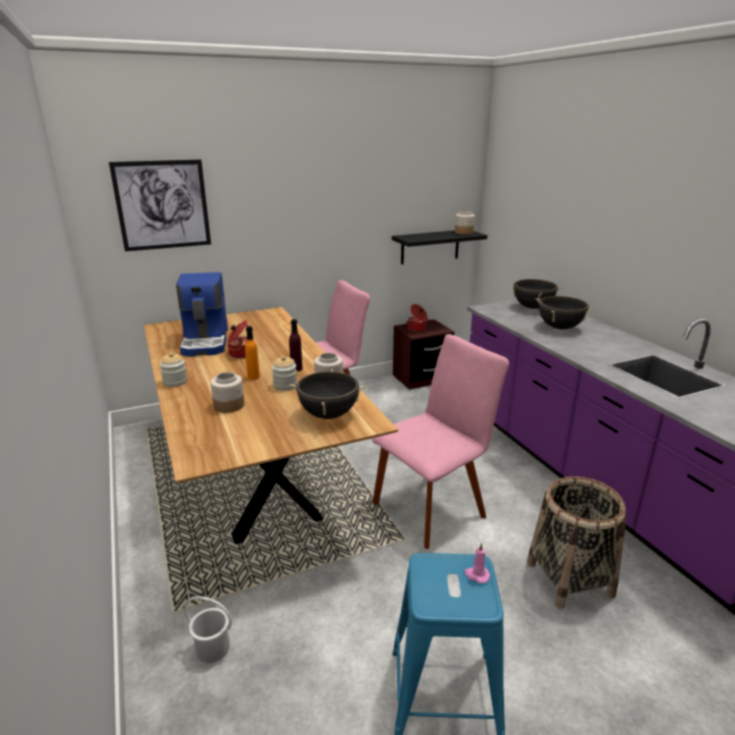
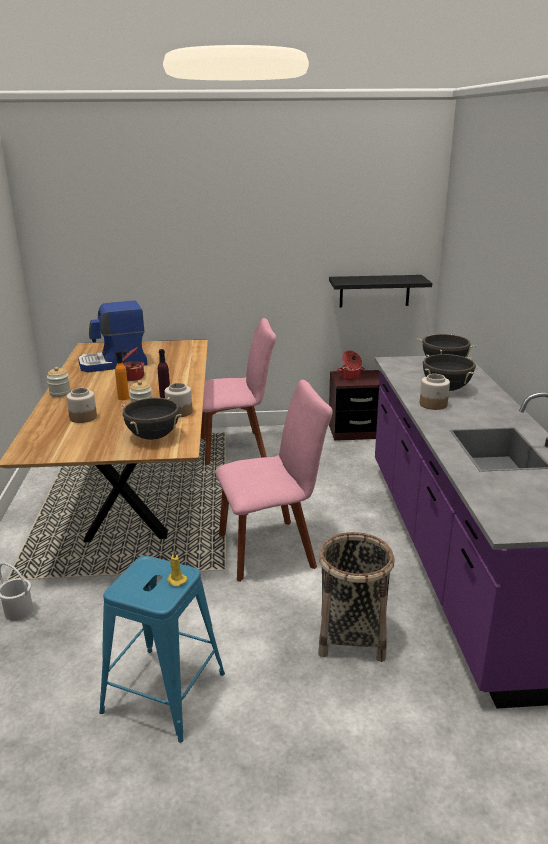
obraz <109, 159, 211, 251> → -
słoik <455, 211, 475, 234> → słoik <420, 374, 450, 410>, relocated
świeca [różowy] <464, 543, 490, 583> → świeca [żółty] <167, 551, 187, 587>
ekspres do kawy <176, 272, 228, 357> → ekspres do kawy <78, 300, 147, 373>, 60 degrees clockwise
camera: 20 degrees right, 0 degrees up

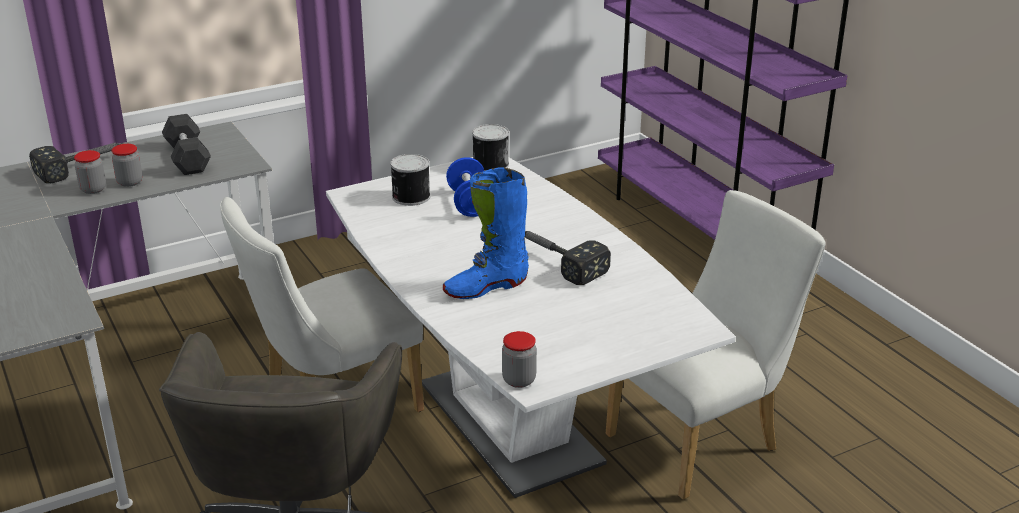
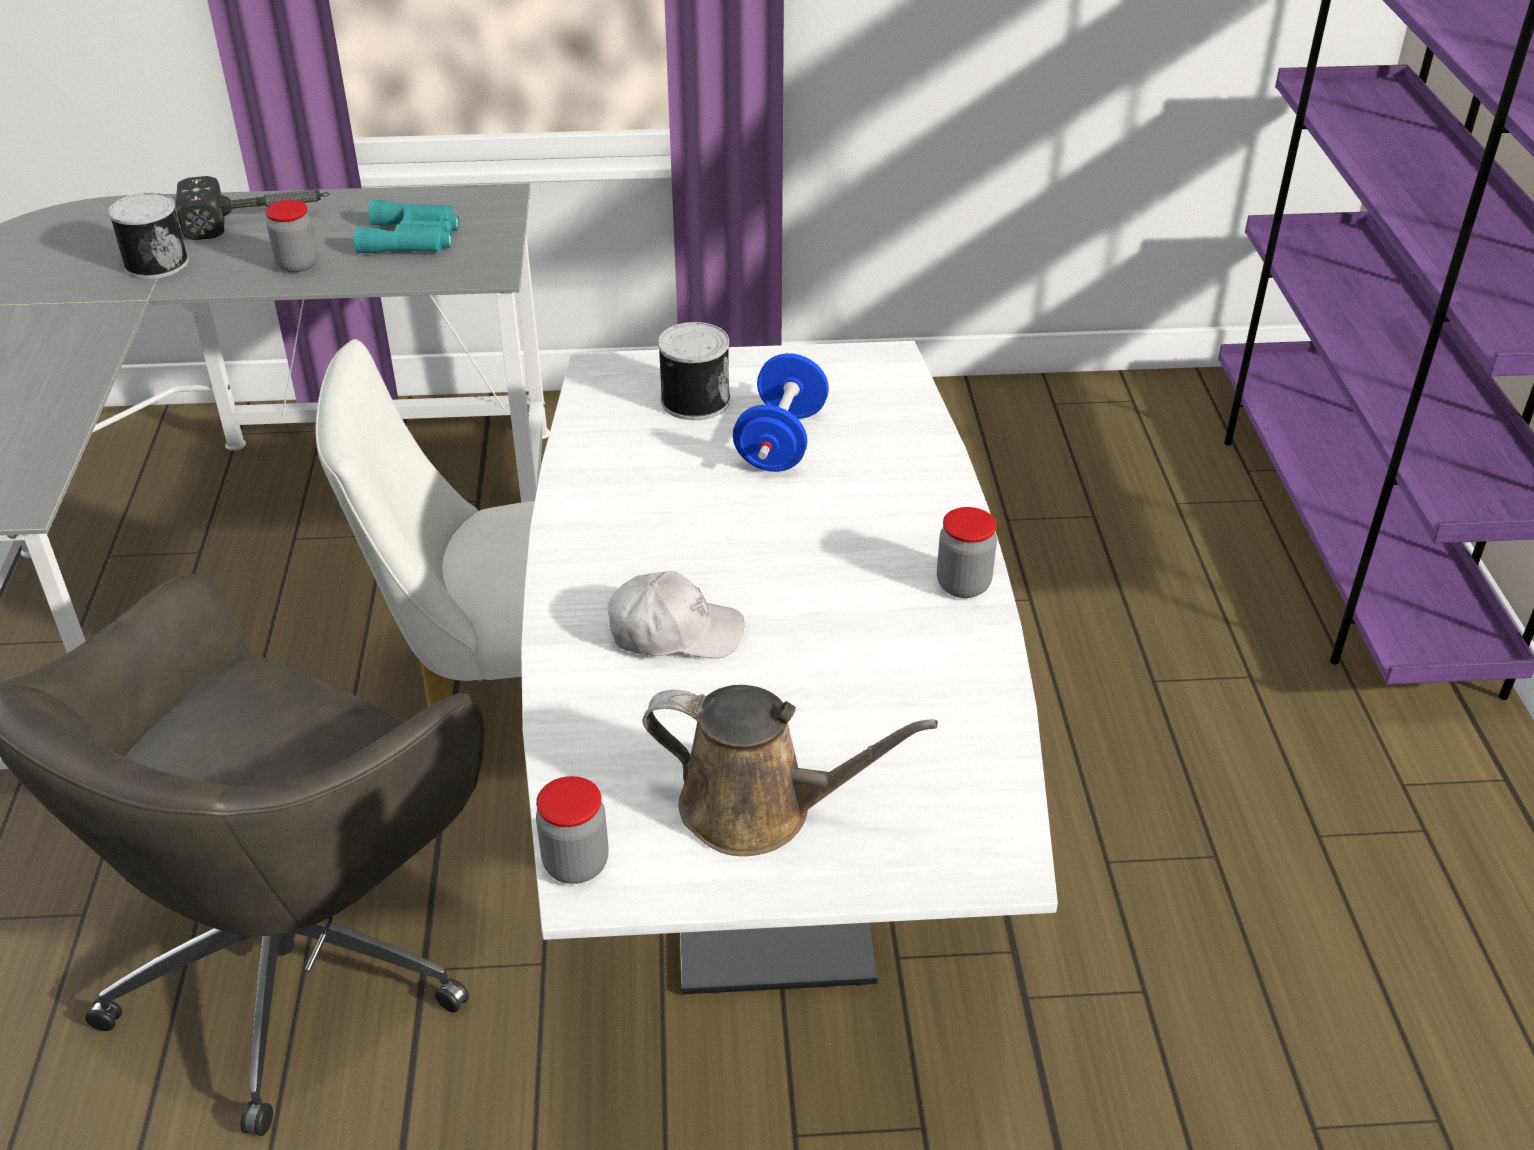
młotek <525, 231, 611, 285> → -
krzesło [biały] <606, 190, 825, 500> → -
- → konewka [brązowy] <642, 685, 938, 856>
słoik <74, 150, 106, 194> → słoik <937, 507, 997, 598>, relocated
puszka <472, 124, 509, 171> → puszka <108, 192, 189, 279>, relocated
hantel [szary] <162, 114, 211, 175> → lornetka [turkusowy] <354, 200, 460, 253>
but z cholewką [niebieski] <443, 167, 529, 299> → czapka z daszkiem [biały] <608, 571, 744, 659>
camera: 25 degrees right, 10 degrees up

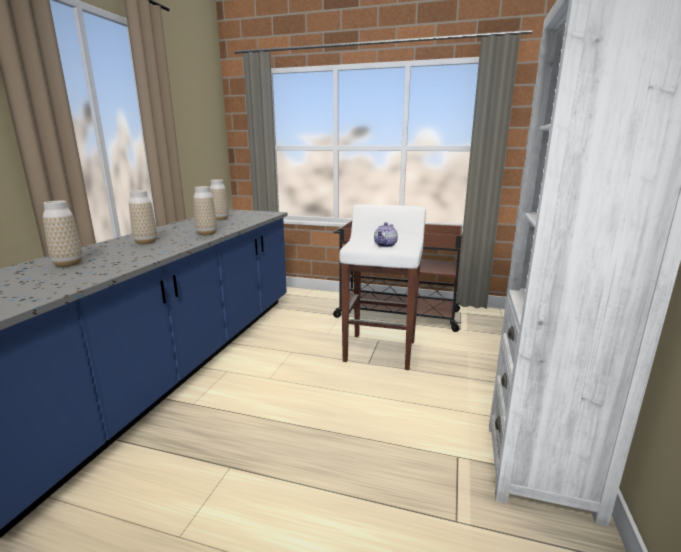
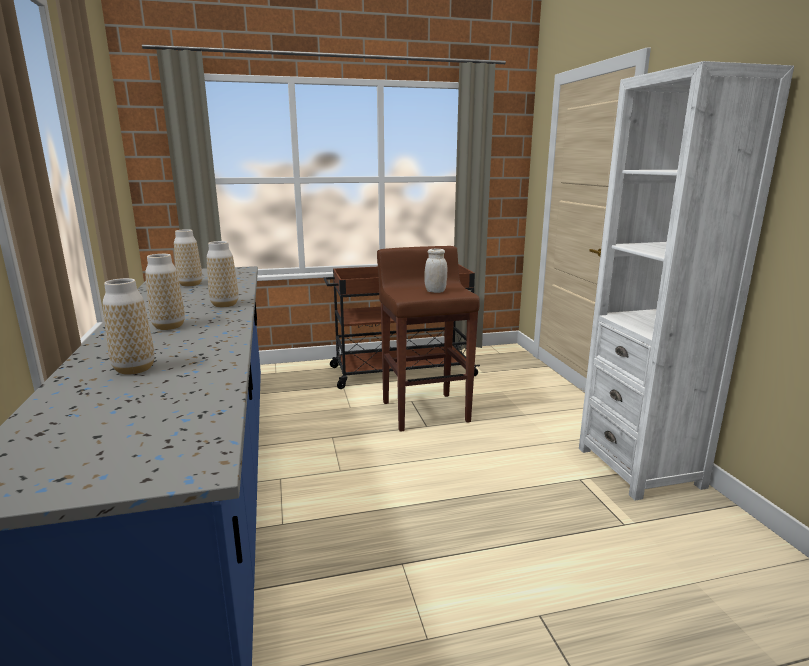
imbryk <374, 222, 398, 247> → słoik [biały] <424, 249, 447, 293>
stołek [biały] <339, 204, 426, 370> → stołek [brązowy] <377, 246, 480, 432>
camera: 30 degrees left, 0 degrees up

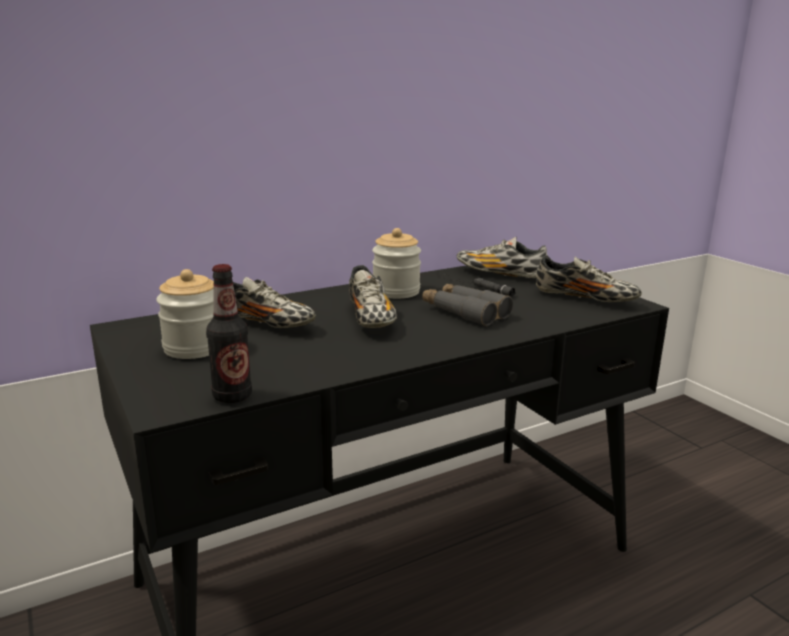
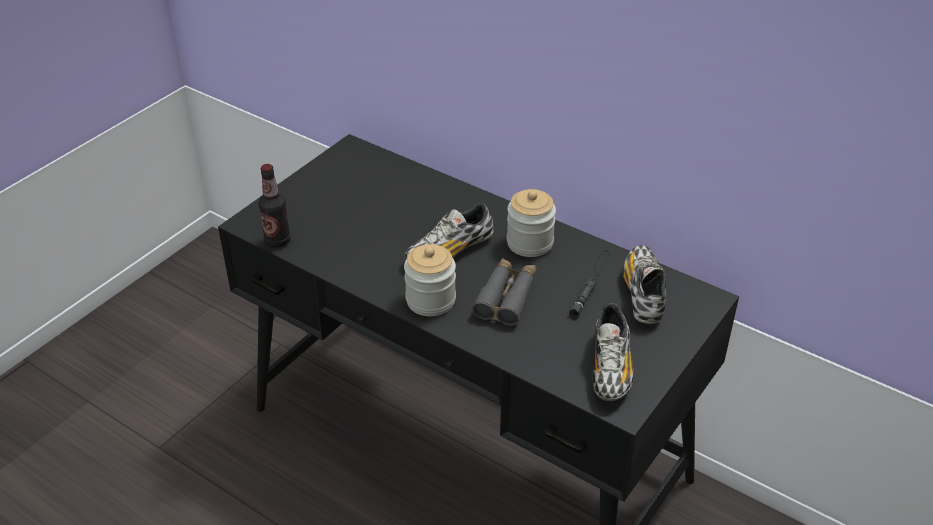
but <233, 277, 316, 328> → -
słoik <156, 269, 214, 359> → słoik <404, 244, 456, 316>, relocated
camera: 65 degrees right, 20 degrees up

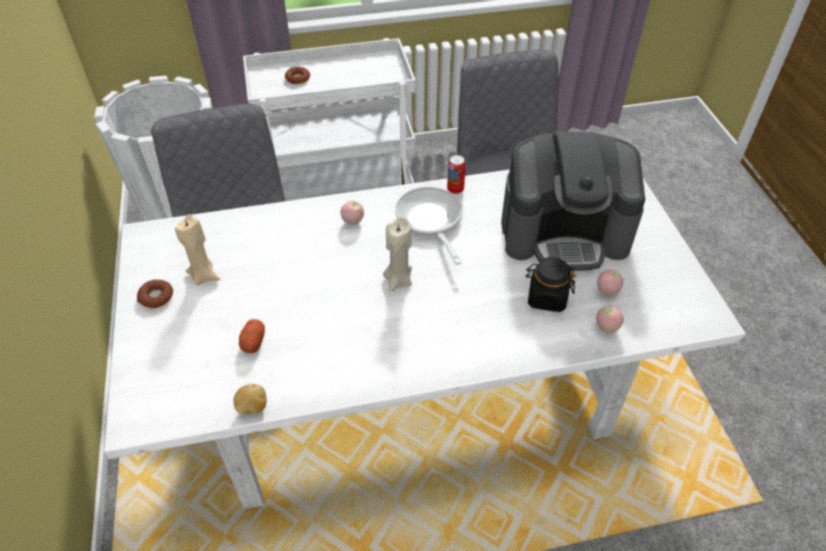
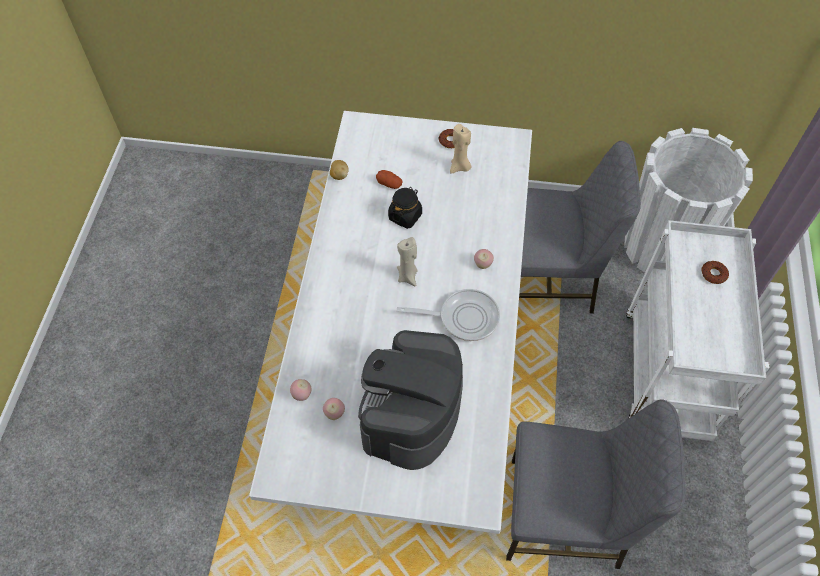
puszka <447, 155, 466, 194> → -
słoik [czarny] <526, 257, 576, 312> → słoik [czarny] <388, 187, 422, 229>, relocated
camera: 110 degrees right, 10 degrees up

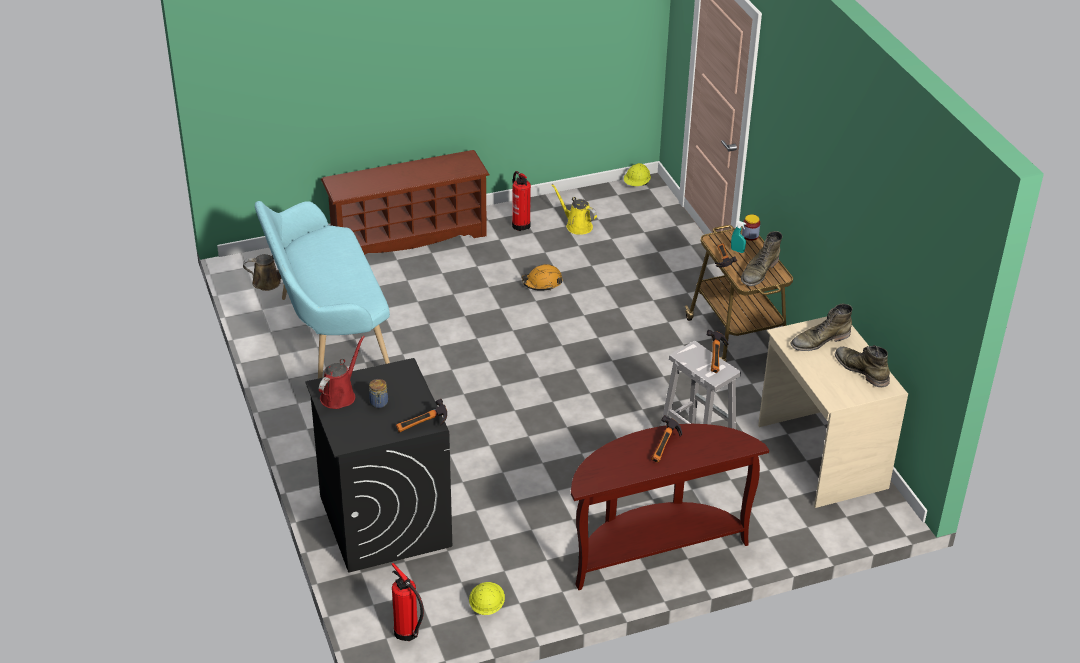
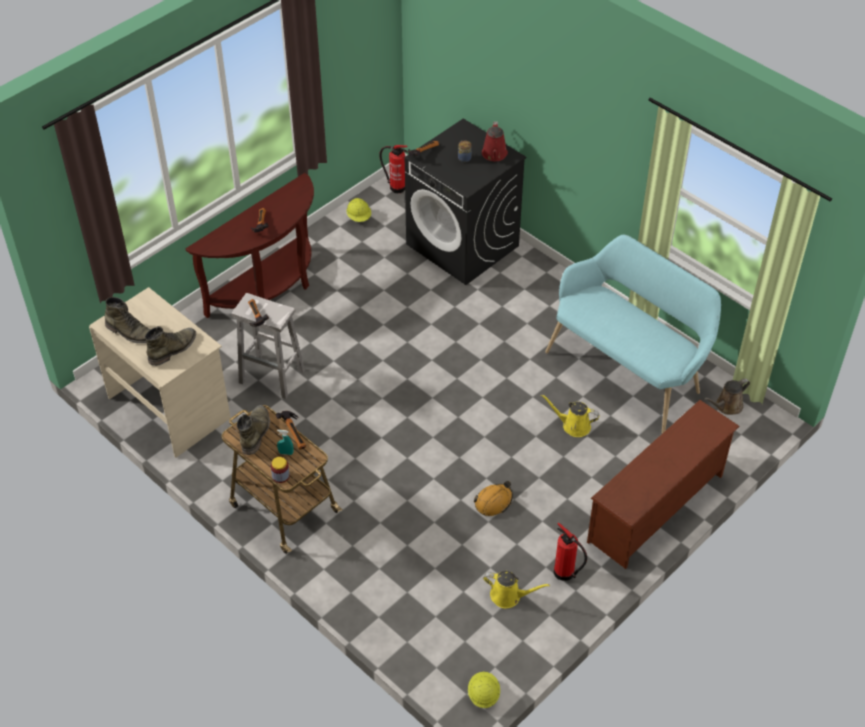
- → konewka [żółty] <541, 394, 600, 437>
camera: 155 degrees right, 10 degrees up

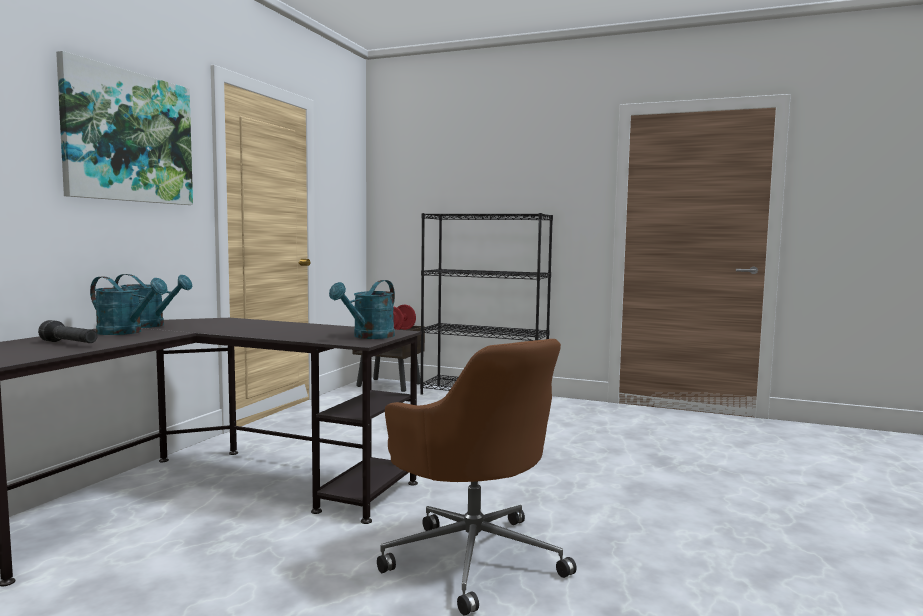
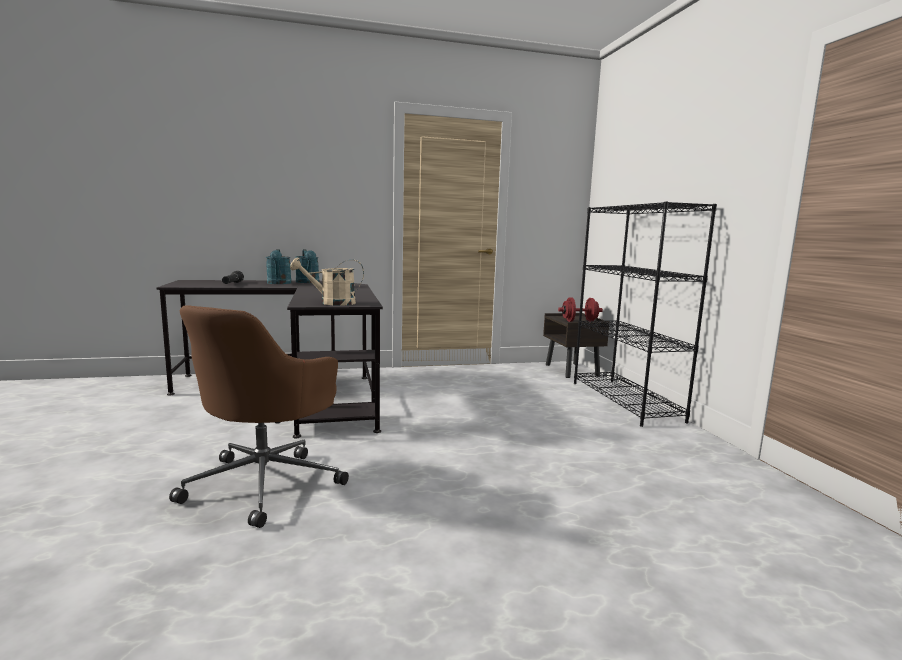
obraz <56, 51, 193, 205> → -
konewka [turkusowy] <329, 280, 395, 339> → konewka [beżowy] <290, 258, 364, 306>
camera: 55 degrees right, 5 degrees up

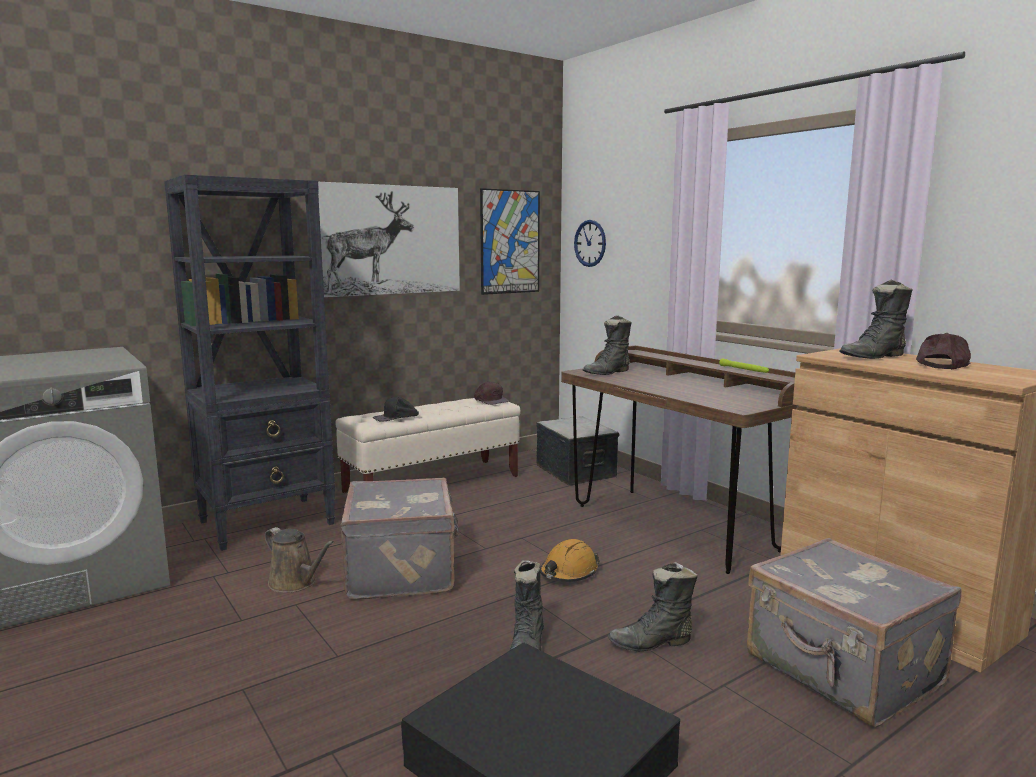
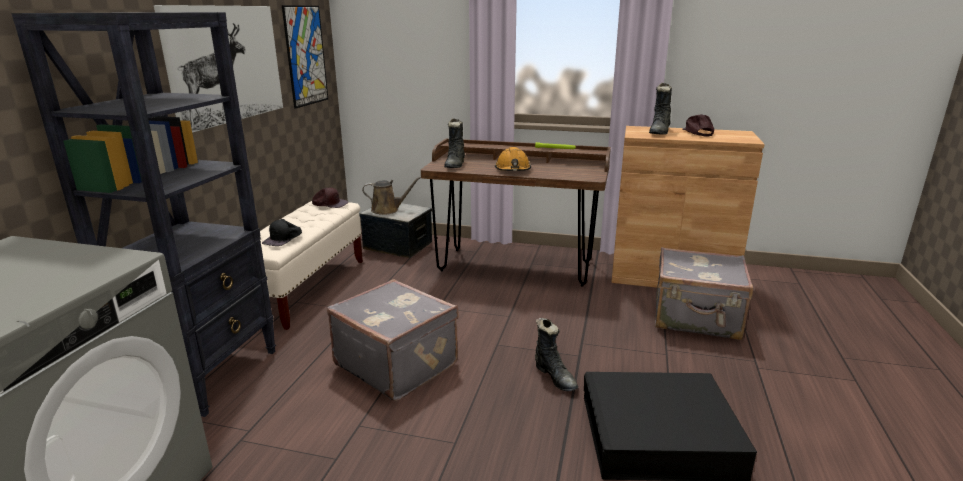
zegar ścienny <574, 220, 606, 267> → -
but z cholewką [czarny] <608, 562, 697, 651> → -
konewka [brązowy] <265, 527, 334, 593> → konewka [brązowy] <362, 177, 421, 215>, relocated
kask [pomarańczowy] <540, 539, 600, 582> → kask [pomarańczowy] <495, 147, 531, 171>, relocated
camera: 40 degrees left, 10 degrees up

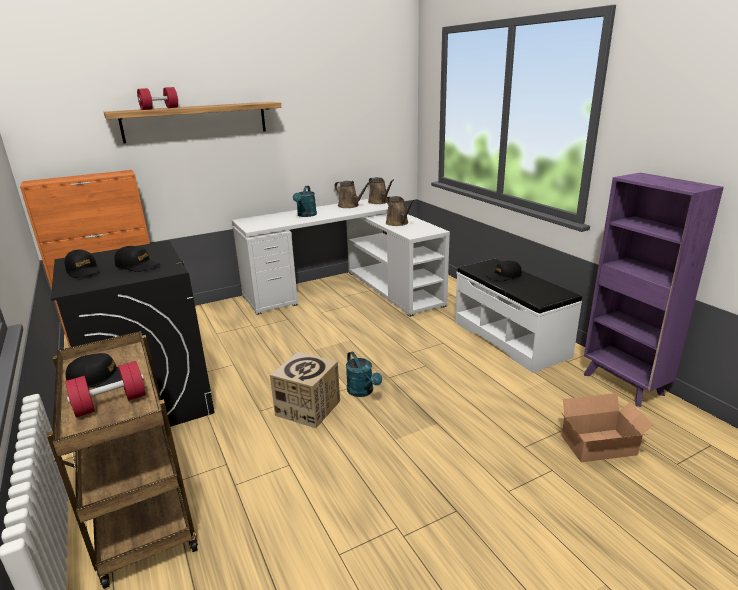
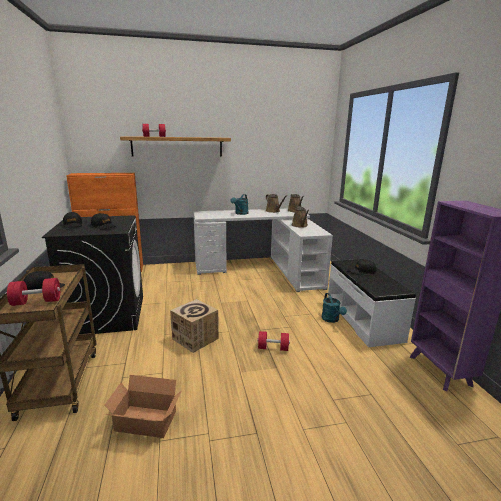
- → hantel [czerwony] <257, 331, 290, 351>
konewka [turkusowy] <346, 351, 382, 397> → konewka [turkusowy] <322, 293, 347, 323>, relocated
karton <560, 393, 654, 462> → karton <104, 375, 182, 438>, relocated
camera: 15 degrees right, 5 degrees down

